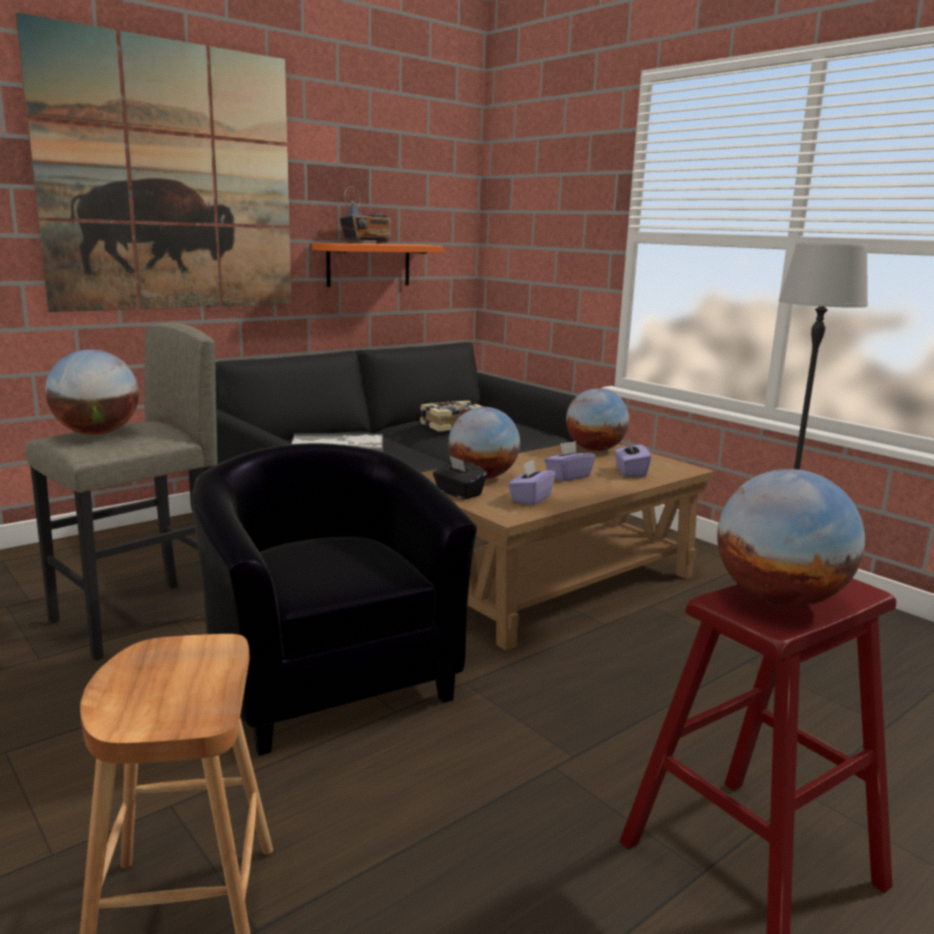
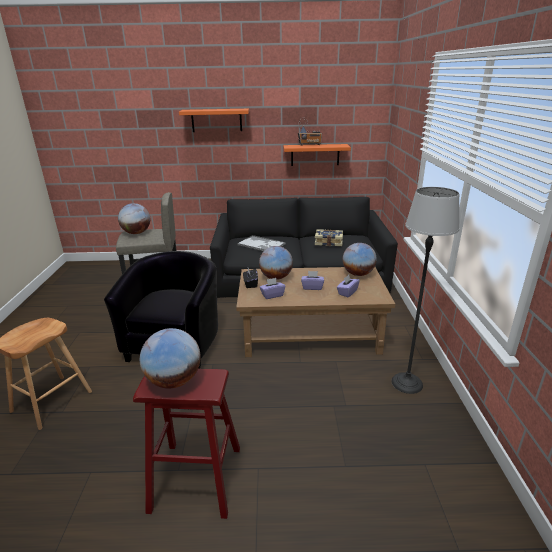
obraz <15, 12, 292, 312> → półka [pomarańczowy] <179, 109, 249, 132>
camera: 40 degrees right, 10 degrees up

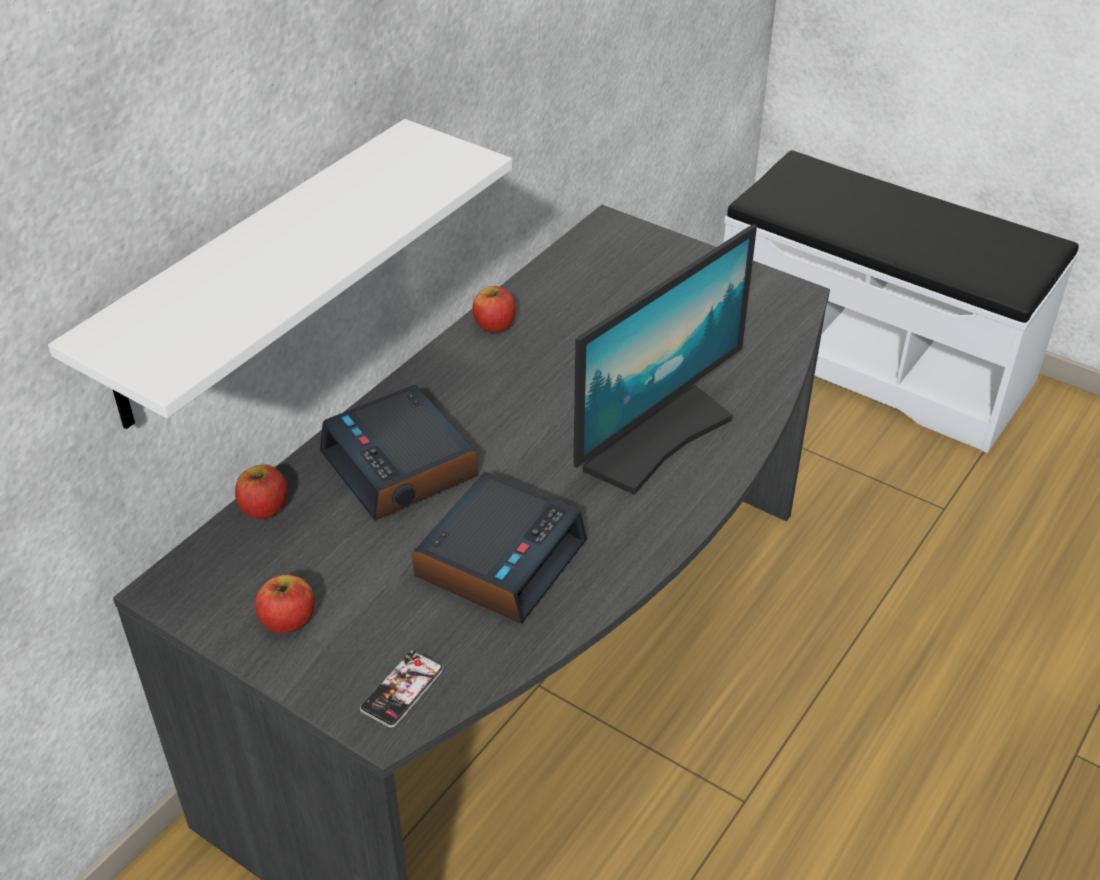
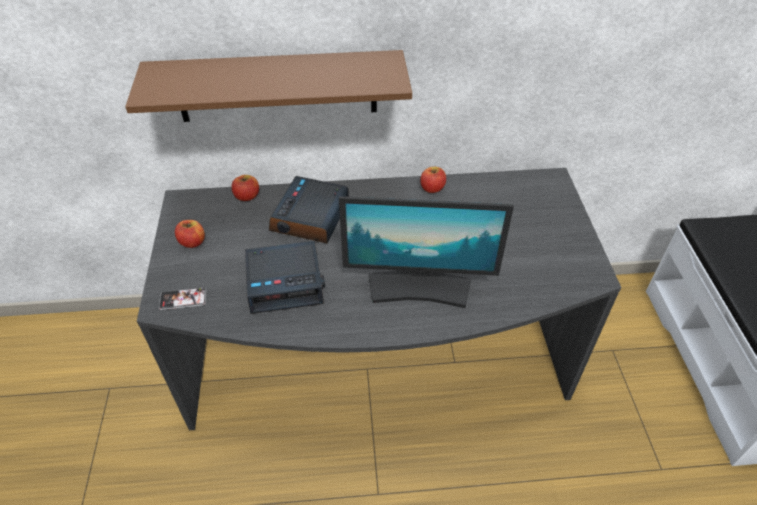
półka [biały] <48, 119, 512, 429> → półka [brązowy] <125, 50, 412, 122>
camera: 50 degrees right, 5 degrees up

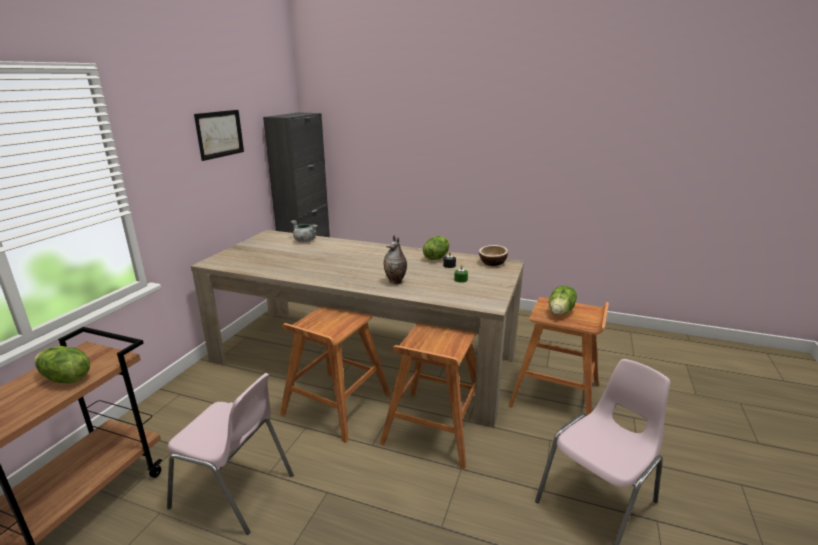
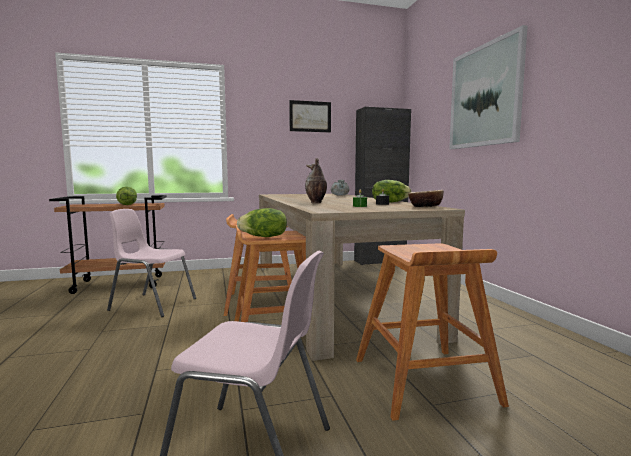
- → obraz <449, 25, 528, 149>
sałata <549, 286, 577, 315> → sałata <237, 208, 287, 237>, relocated
krzesło [różowy] <167, 373, 294, 535> → krzesło [różowy] <107, 209, 196, 317>, 120 degrees clockwise
camera: 55 degrees right, 15 degrees down

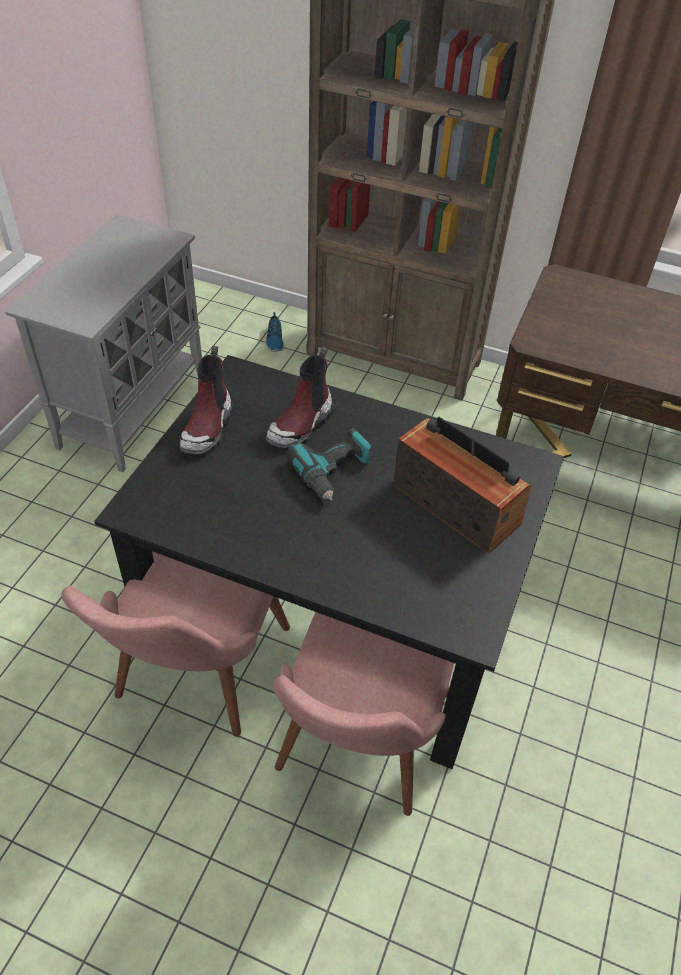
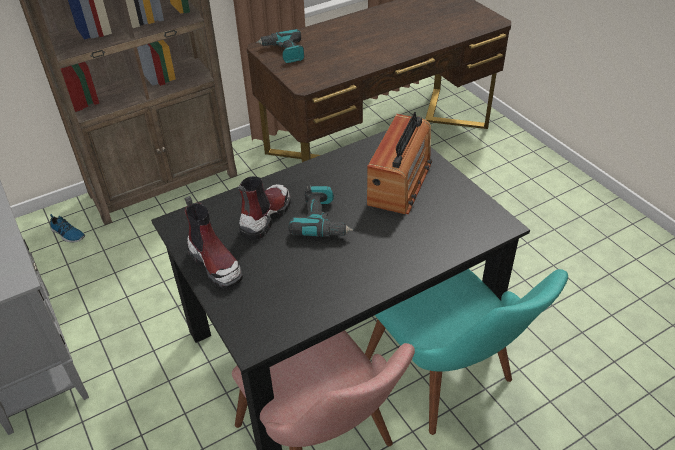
- → wiertarka <256, 29, 304, 63>
krzesło [różowy] <273, 612, 454, 816> → krzesło [turkusowy] <365, 269, 568, 435>
but z cholewką <265, 347, 333, 451> → but z cholewką <238, 176, 291, 240>, 135 degrees counterclockwise
radio <393, 417, 531, 553> → radio <367, 112, 432, 214>, 120 degrees clockwise
camera: 50 degrees left, 5 degrees down

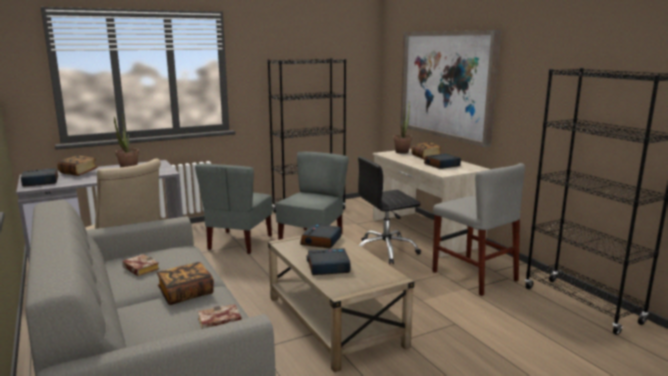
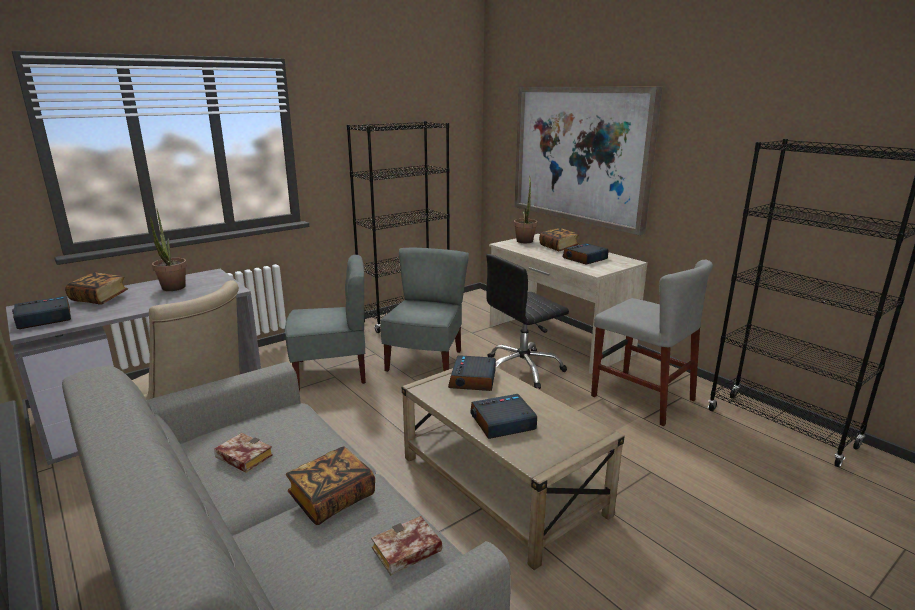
krzesło [szary] <195, 164, 272, 254> → krzesło [szary] <285, 255, 366, 391>, 105 degrees counterclockwise
camera: 10 degrees left, 5 degrees up

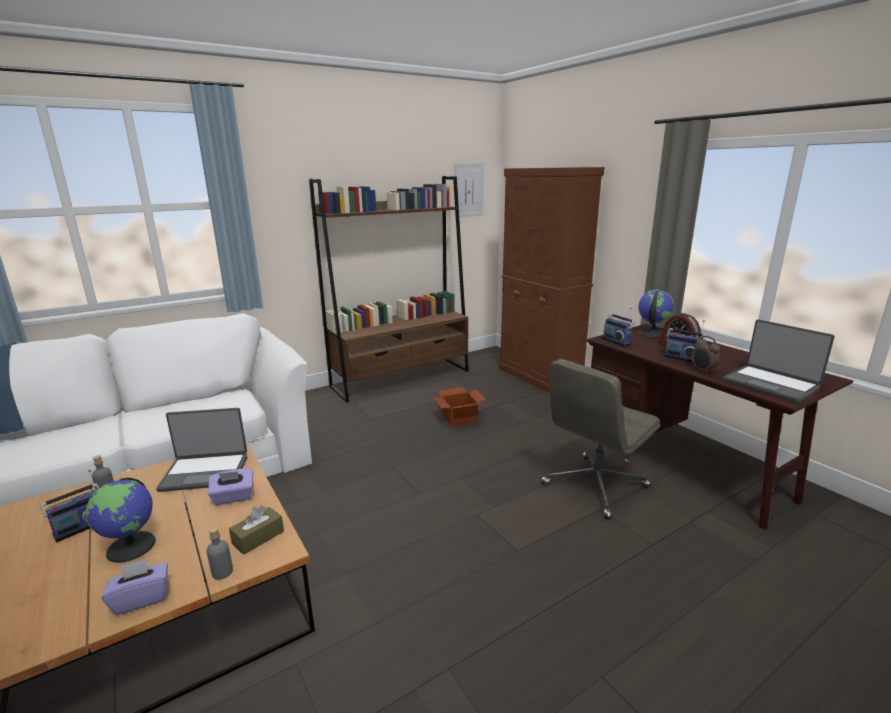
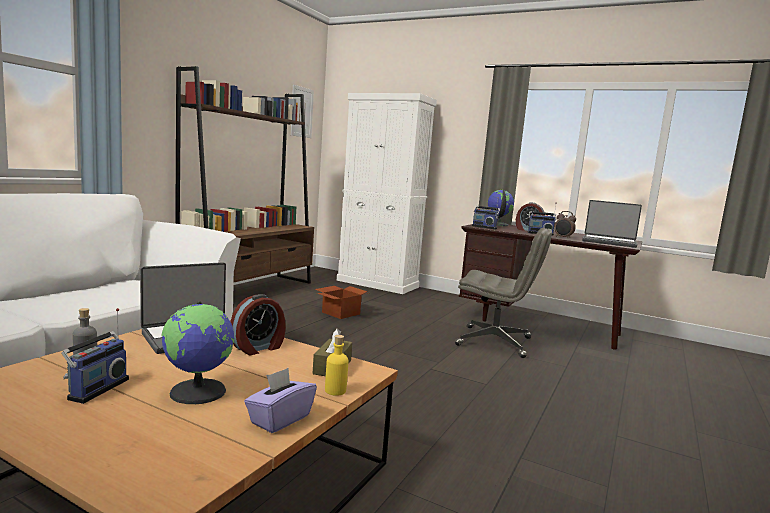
pudełko chusteczek [fioletowy] <208, 468, 254, 505> → budzik <230, 294, 286, 355>
butelka [szary] <207, 527, 233, 580> → butelka [żółty] <325, 335, 349, 396>
szafka [brązowy] <499, 167, 604, 393> → szafka [biały] <337, 93, 437, 294>
krzesło biurowe [szary] <541, 359, 660, 519> → krzesło biurowe [szary] <455, 228, 552, 358>, 90 degrees counterclockwise
camera: 30 degrees left, 10 degrees down

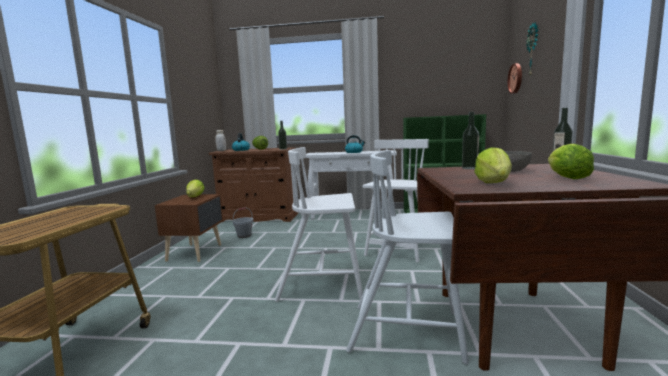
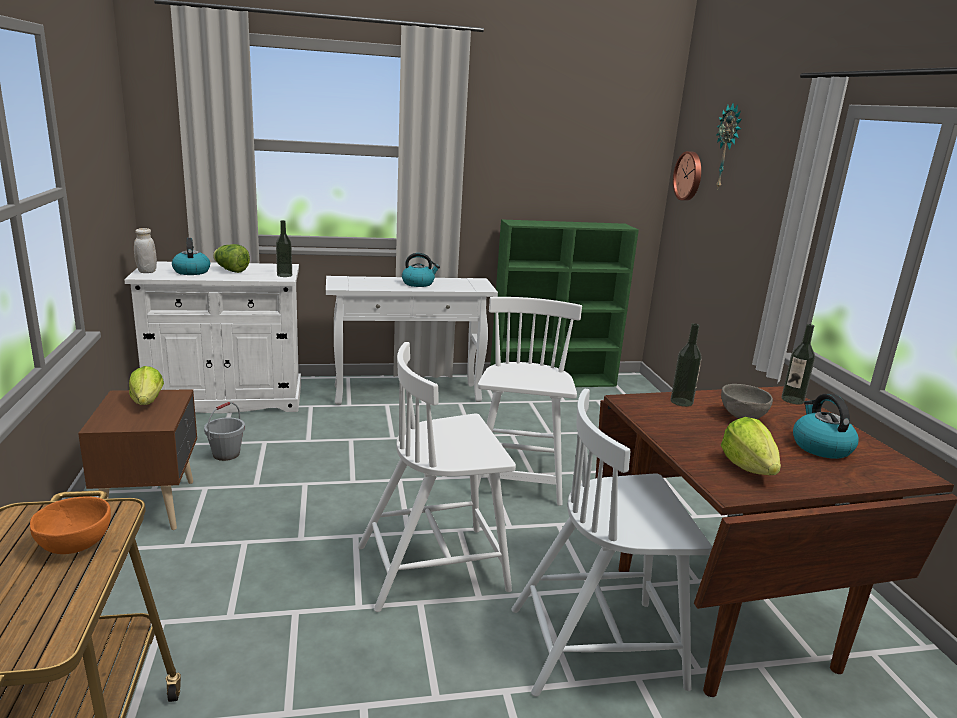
- → miska [pomarańczowy] <30, 496, 111, 554>
sałata <548, 144, 594, 179> → czajnik <793, 394, 859, 459>
szafka [brązowy] <209, 147, 298, 222> → szafka [biały] <124, 261, 301, 413>
camera: 20 degrees left, 10 degrees up

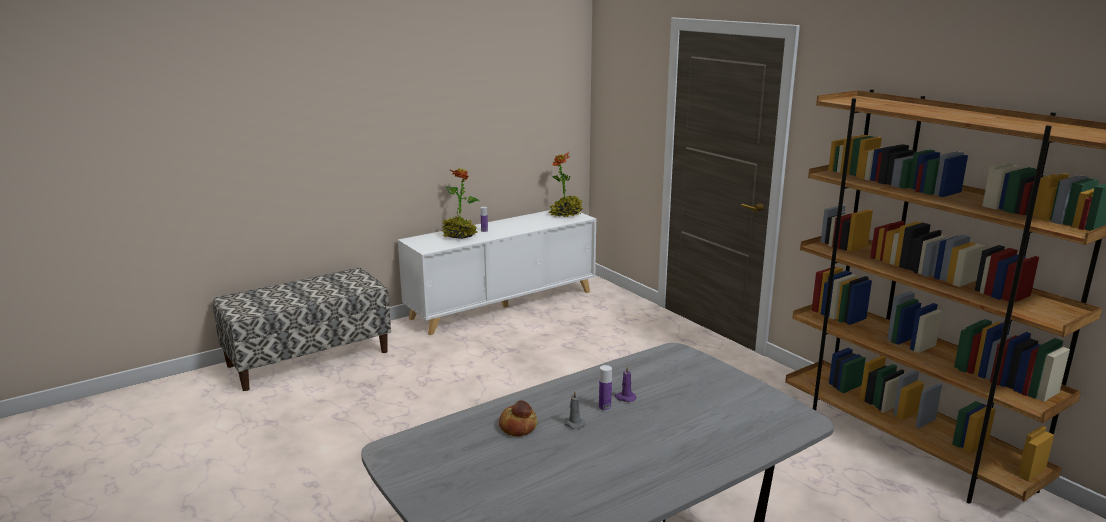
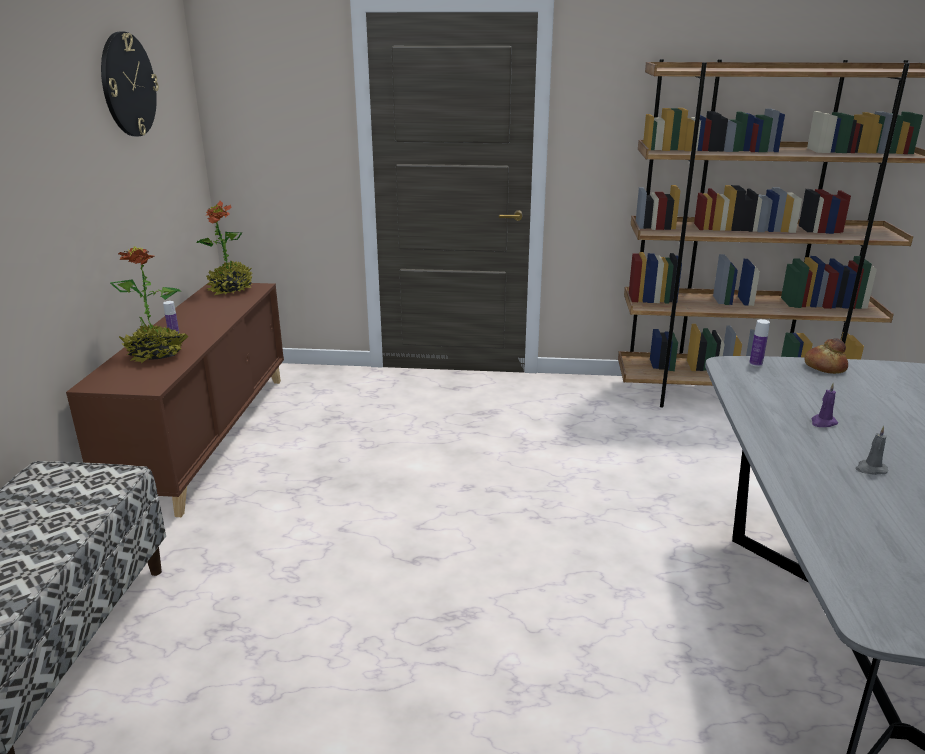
- → zegar ścienny <101, 32, 159, 136>
chleb <499, 400, 538, 437> → chleb <804, 338, 848, 374>, relocated
butelka <599, 365, 612, 411> → butelka <749, 319, 770, 367>, relocated
szafka [biały] <398, 210, 596, 335> → szafka [brązowy] <66, 282, 284, 517>
camera: 50 degrees left, 5 degrees up

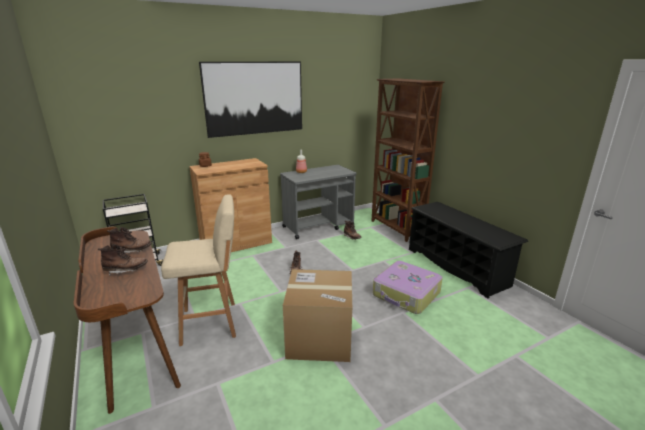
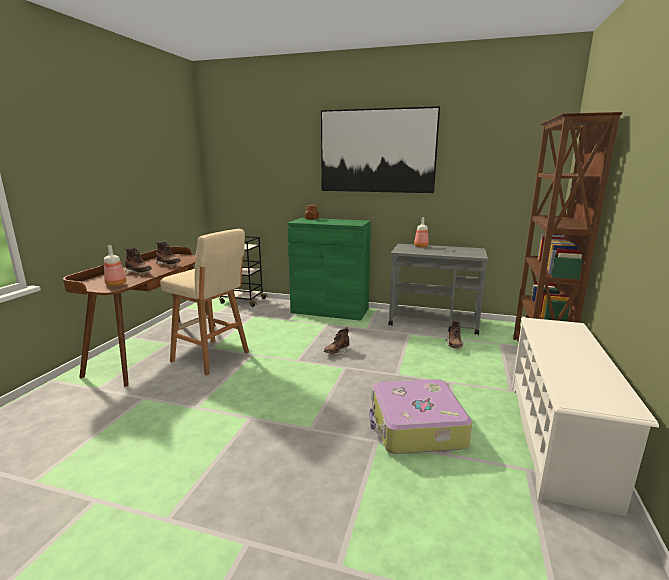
karton <283, 269, 352, 362> → -
- → butelka <104, 245, 126, 286>
szafka [brązowy] <189, 158, 272, 252> → szafka [zielony] <287, 218, 371, 321>
regał na buty [czarny] <409, 202, 528, 298> → regał na buty [biały] <512, 318, 659, 516>
camera: 45 degrees right, 5 degrees down

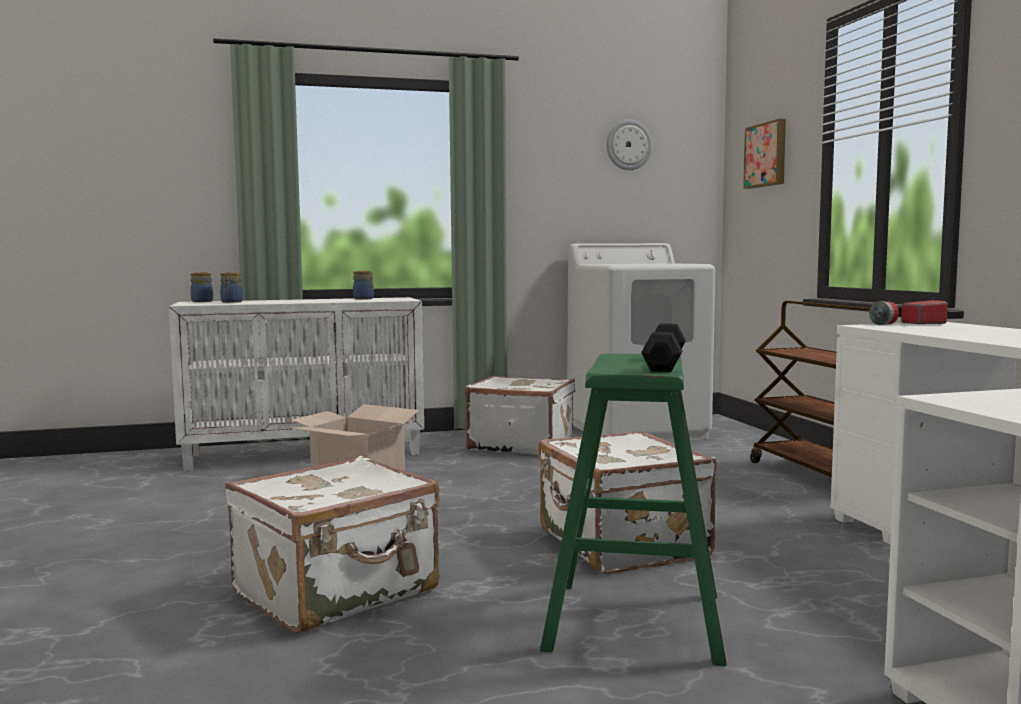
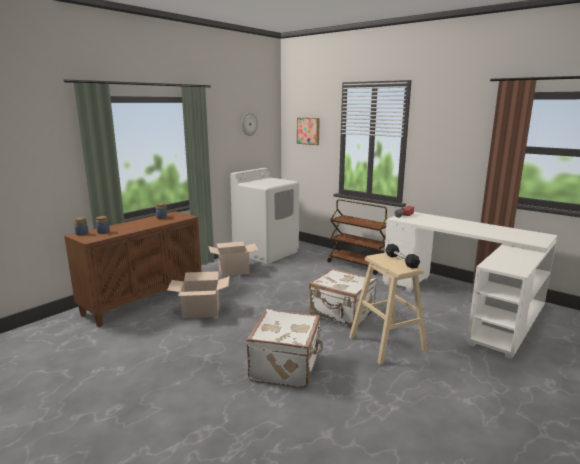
walizka [biały] <465, 375, 575, 455> → karton <208, 241, 259, 277>
szafka [biały] <169, 297, 424, 471> → szafka [brązowy] <64, 211, 202, 327>
stołek [zielony] <540, 353, 727, 667> → stołek [beżowy] <349, 253, 428, 365>
camera: 35 degrees left, 10 degrees up

